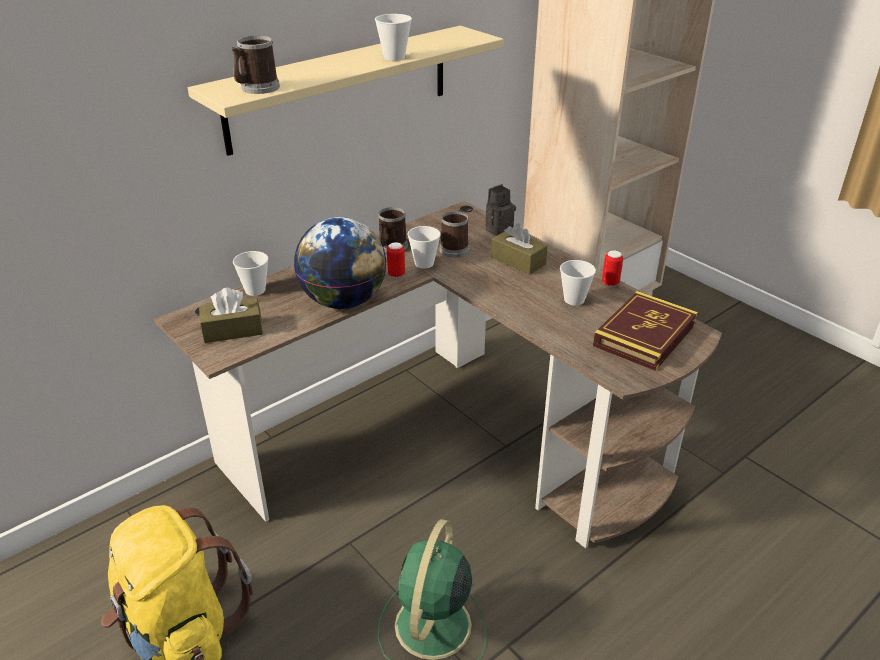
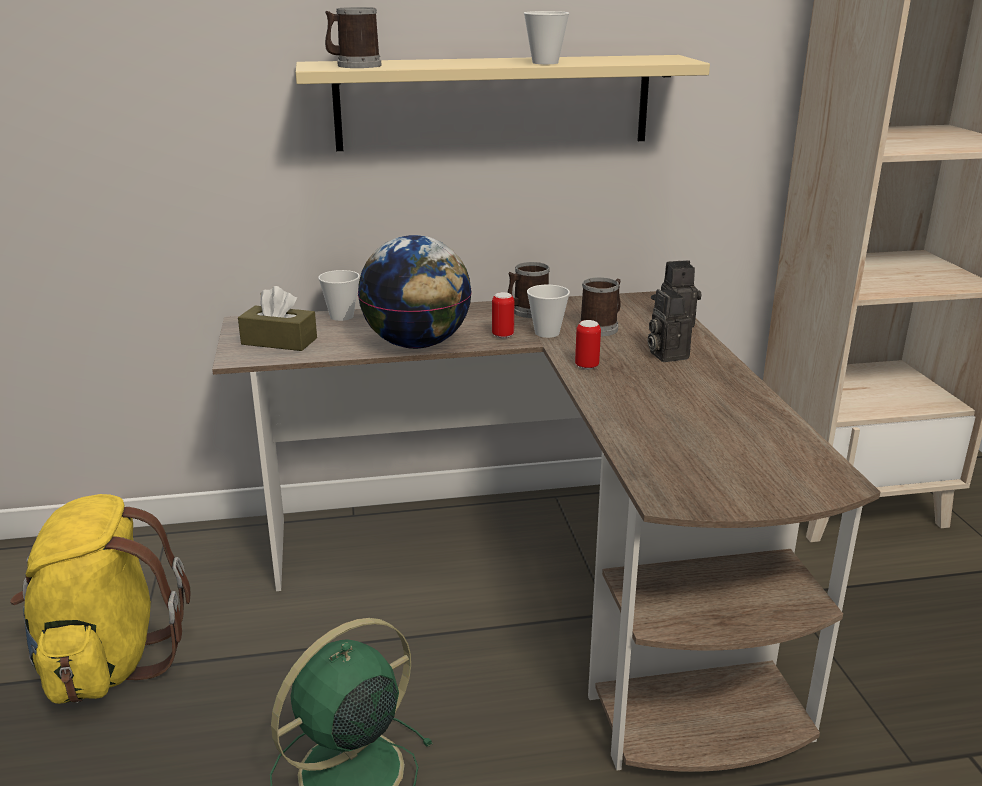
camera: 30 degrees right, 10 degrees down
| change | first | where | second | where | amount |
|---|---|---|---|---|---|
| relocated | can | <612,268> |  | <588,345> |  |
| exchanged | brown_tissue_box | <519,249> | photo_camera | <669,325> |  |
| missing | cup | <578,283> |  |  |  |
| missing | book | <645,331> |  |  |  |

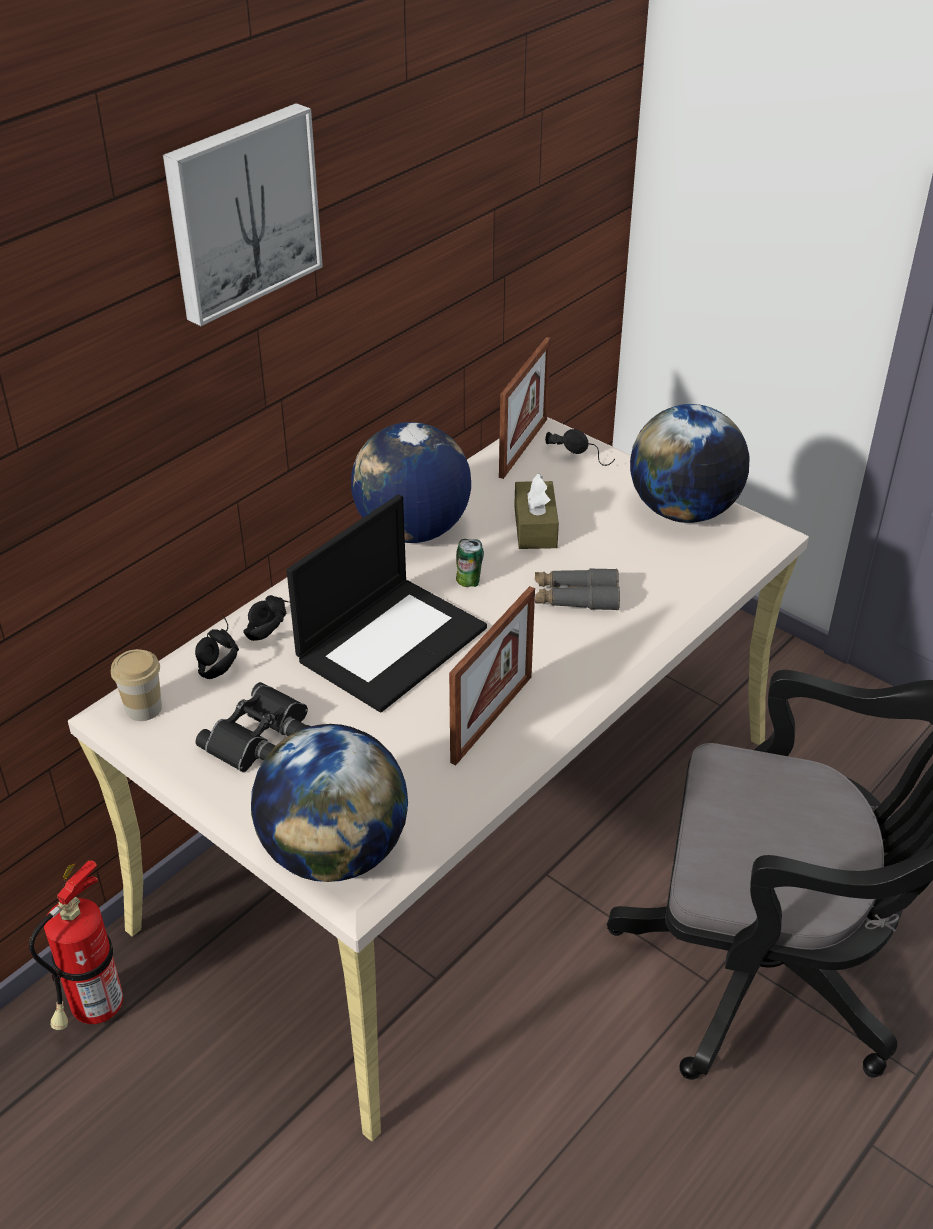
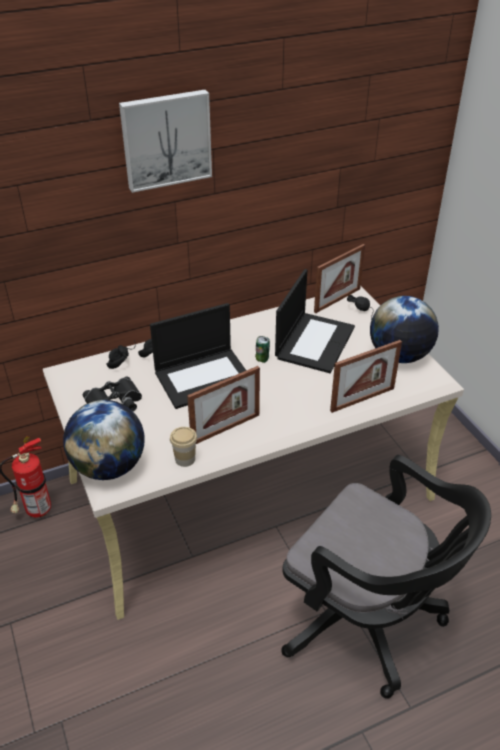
camera: 25 degrees right, 0 degrees up
| change | first | where | second | where | amount |
|---|---|---|---|---|---|
| relocated | cup | <136,685> |  | <183,447> |  |
| exchanged | brown_tissue_box | <536,511> | laptop | <315,321> |  |
| appeared |  |  | picture_frame | <366,376> |  |
| missing | globe | <411,482> |  |  |  |
| missing | grey_binoculars | <577,589> |  |  |  |

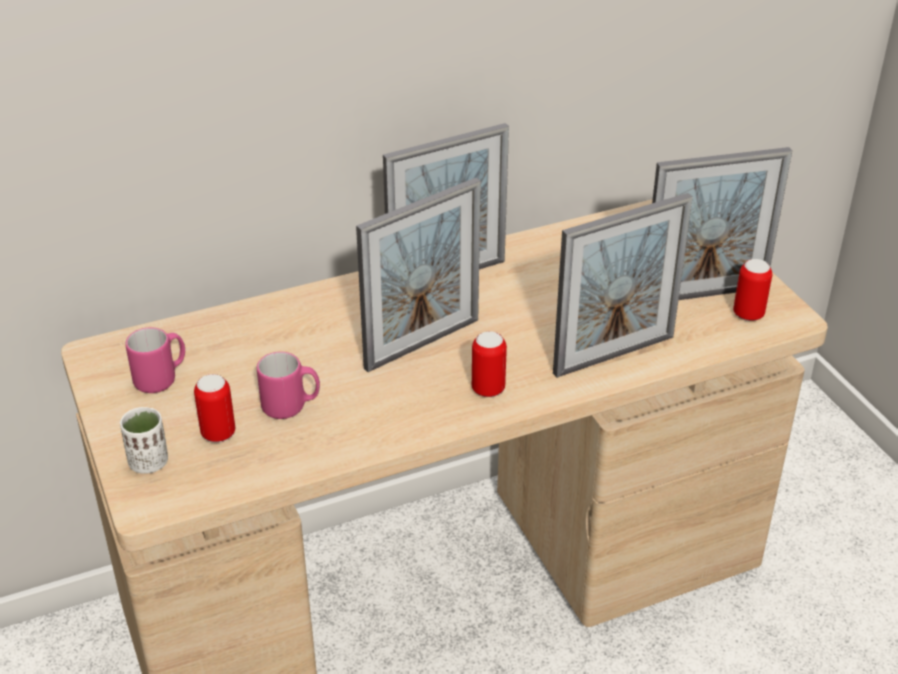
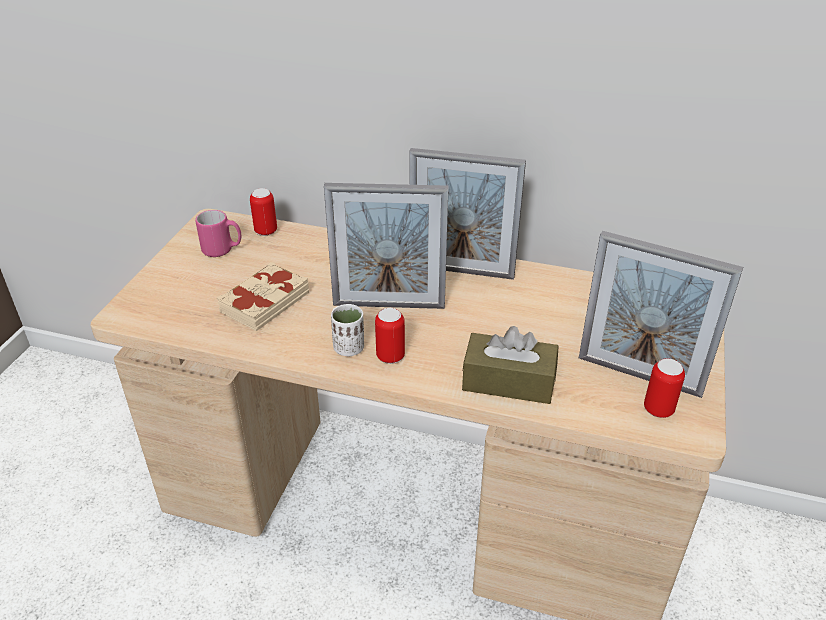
camera: 40 degrees right, 0 degrees up
| change | first | where | second | where | amount |
|---|---|---|---|---|---|
| exchanged | pink_mug | <288,385> | beige_book | <263,296> |  |
| relocated | can | <214,408> |  | <263,212> |  |
| relocated | white_cup | <144,440> |  | <347,330> |  |
| exchanged | picture_frame | <623,285> | brown_tissue_box | <510,365> |  |

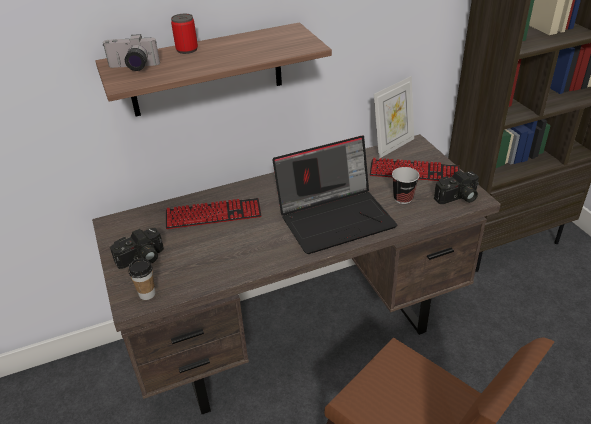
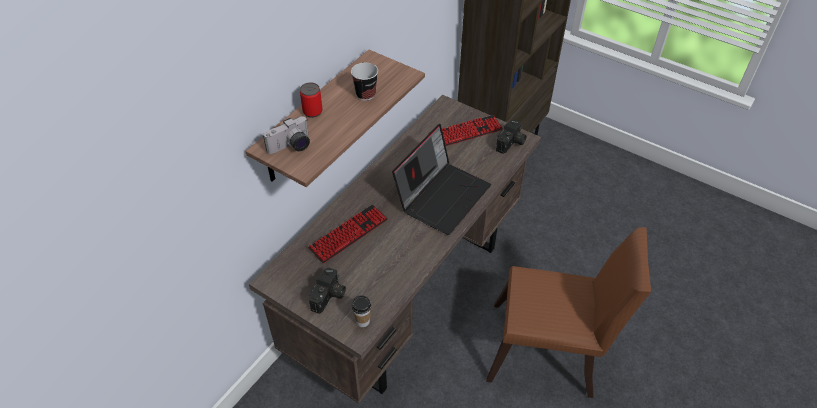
camera: 35 degrees left, 10 degrees up
| change | first | where | second | where | amount |
|---|---|---|---|---|---|
| relocated | cup | <405,185> |  | <364,82> |  |
| missing | picture_frame | <394,117> |  |  |  |

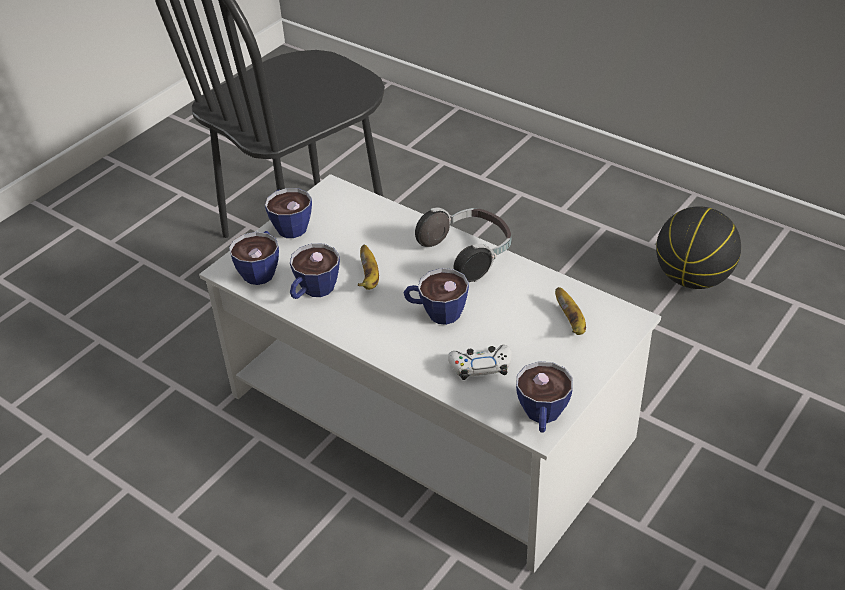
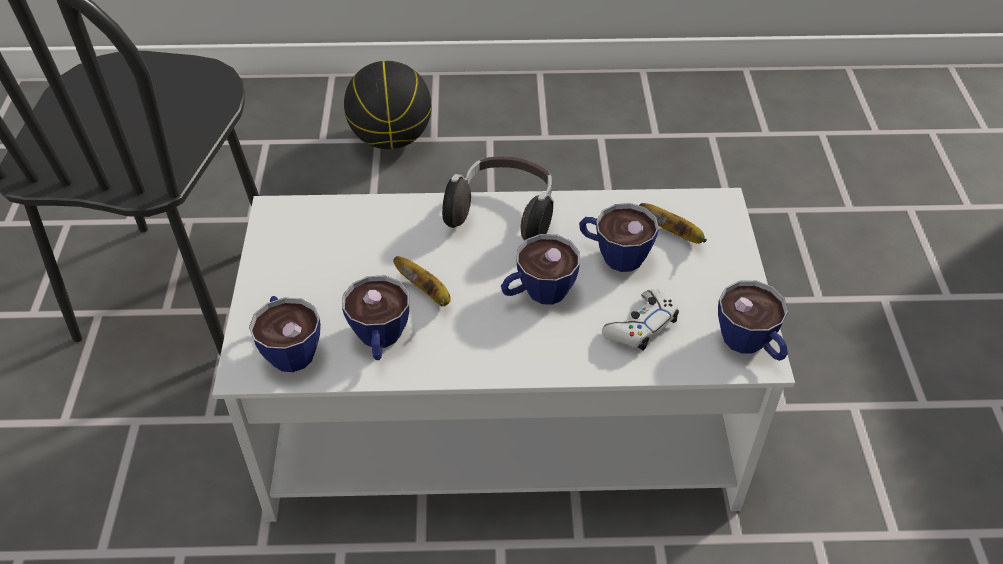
camera: 40 degrees left, 5 degrees up
| change | first | where | second | where | amount |
|---|---|---|---|---|---|
| relocated | basketball | <698,247> |  | <388,105> |  |
| relocated | cup | <288,213> |  | <619,237> |  |

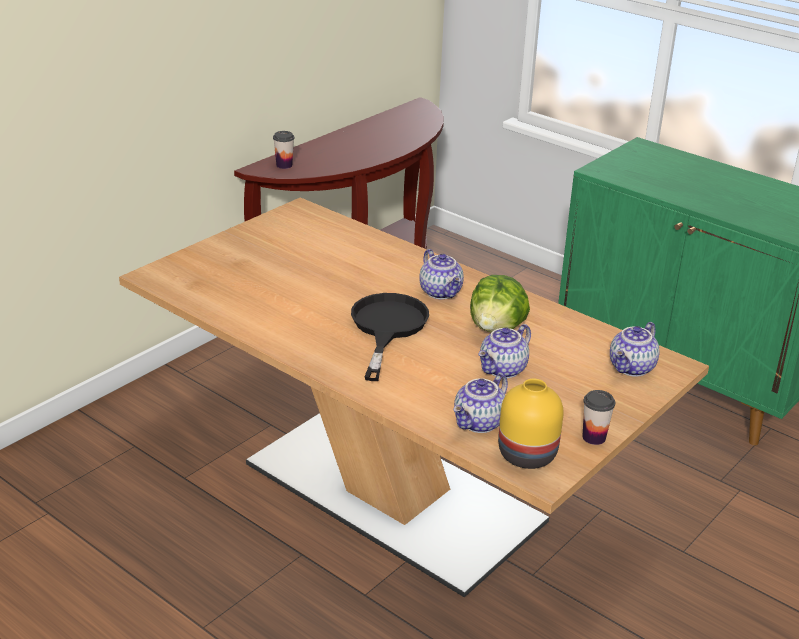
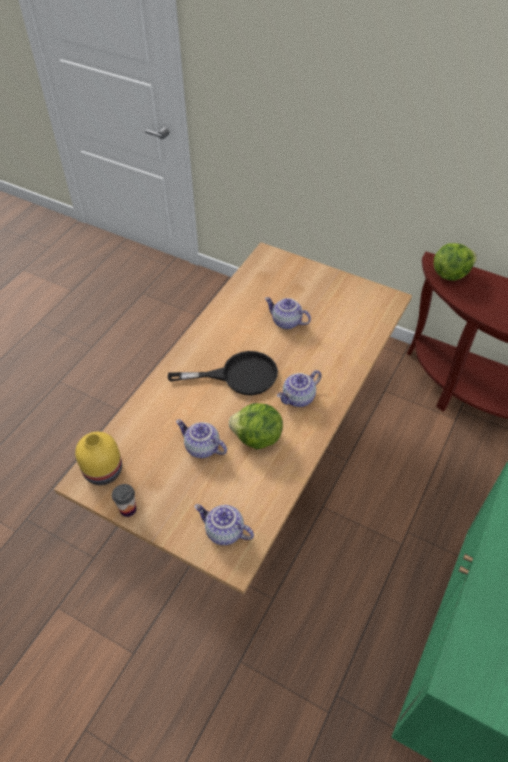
camera: 80 degrees right, 20 degrees up
| change | first | where | second | where | amount |
|---|---|---|---|---|---|
| relocated | teapot | <480,403> |  | <288,313> |  |
| exchanged | cup | <283,150> | lettuce | <455,262> |  |

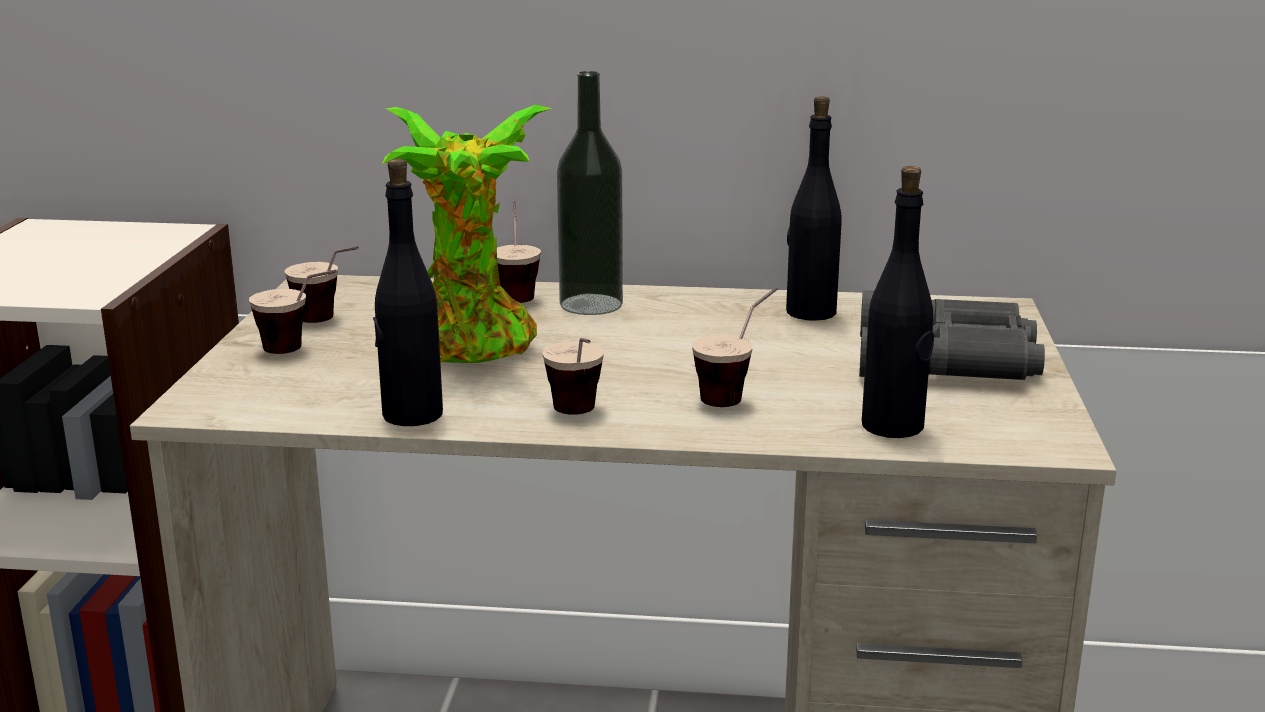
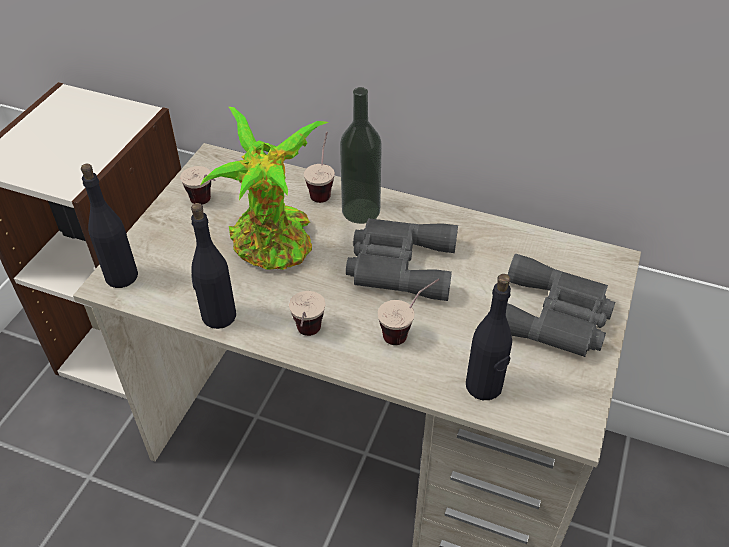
camera: 15 degrees right, 25 degrees up
| change | first | where | second | where | amount |
|---|---|---|---|---|---|
| relocated | black_bottle | <814,208> |  | <109,226> |  |
| appeared |  |  | grey_binoculars | <402,259> |  |
| missing | cup | <293,312> |  |  |  |

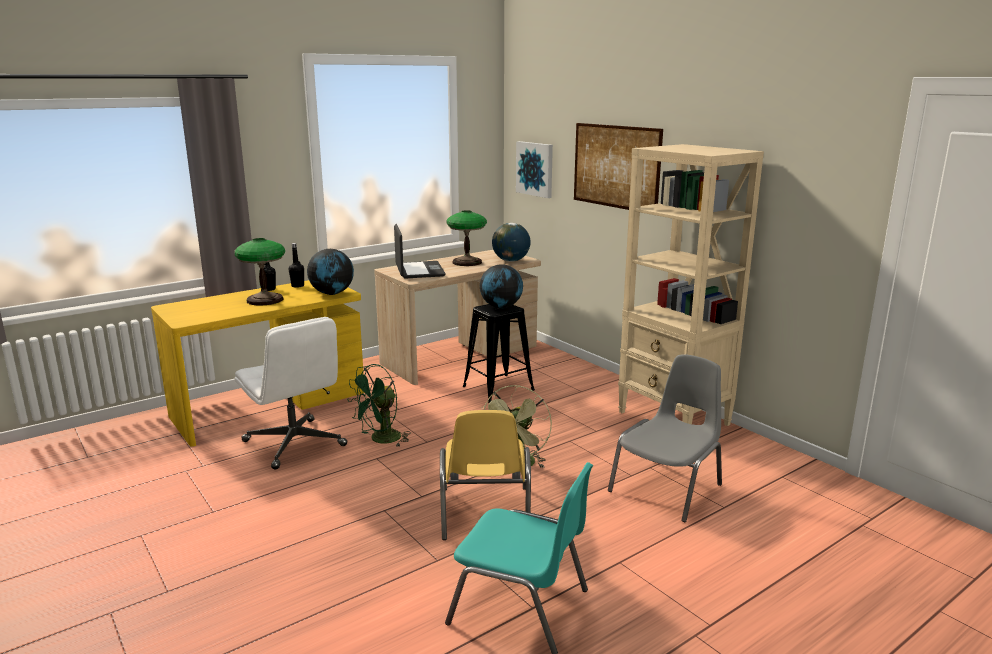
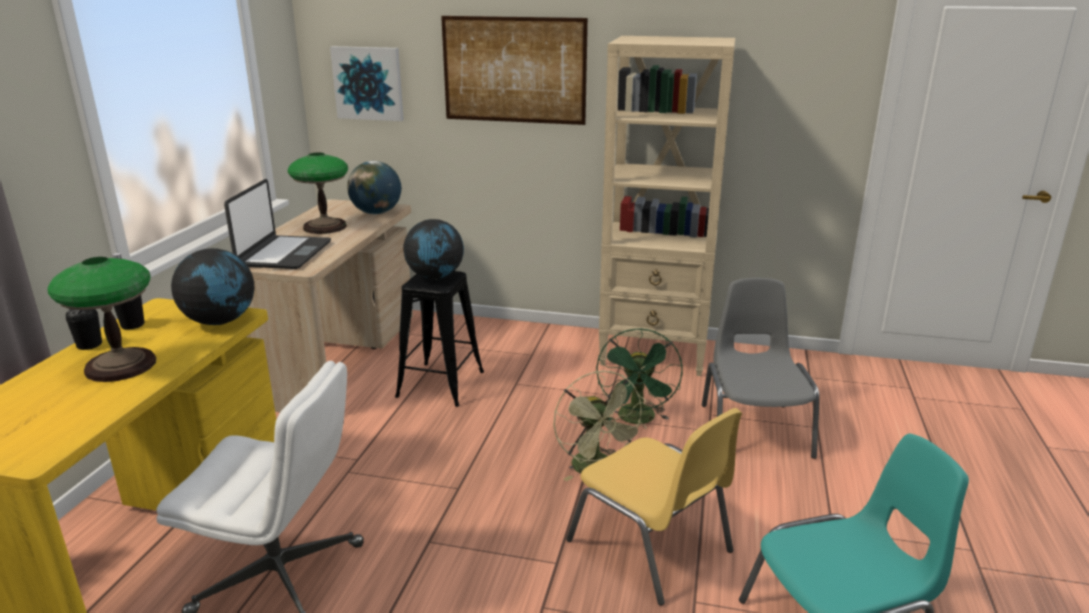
camera: 40 degrees left, 5 degrees up
| change | first | where | second | where | amount |
|---|---|---|---|---|---|
| spun | laptop | <420,251> |  | <277,224> | 60 degrees clockwise |
| relocated | green_fan | <378,405> |  | <639,376> |  |

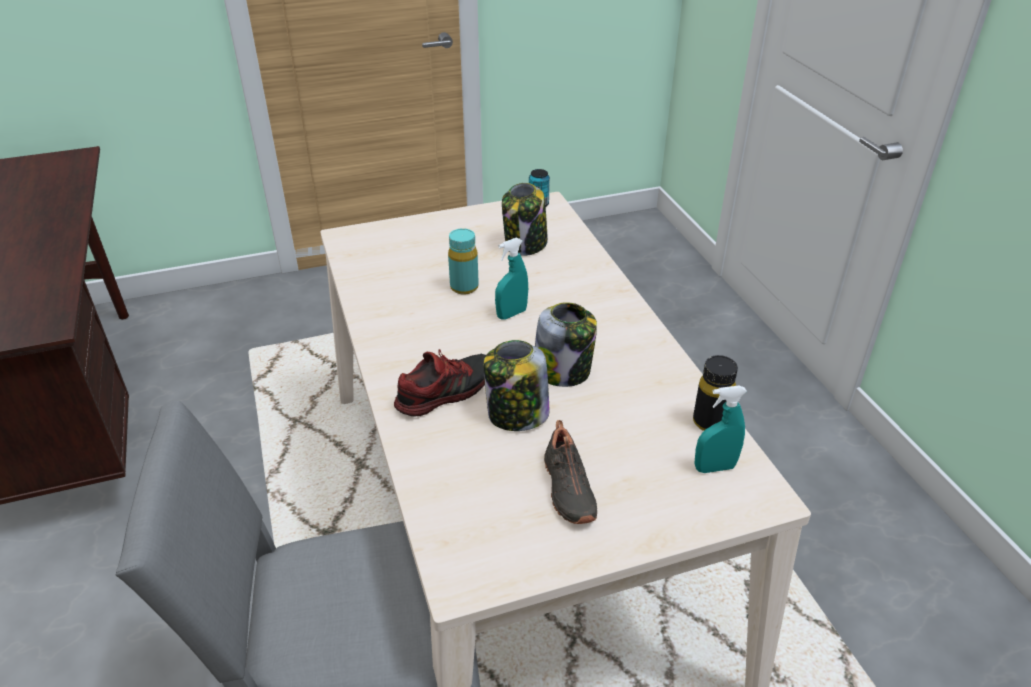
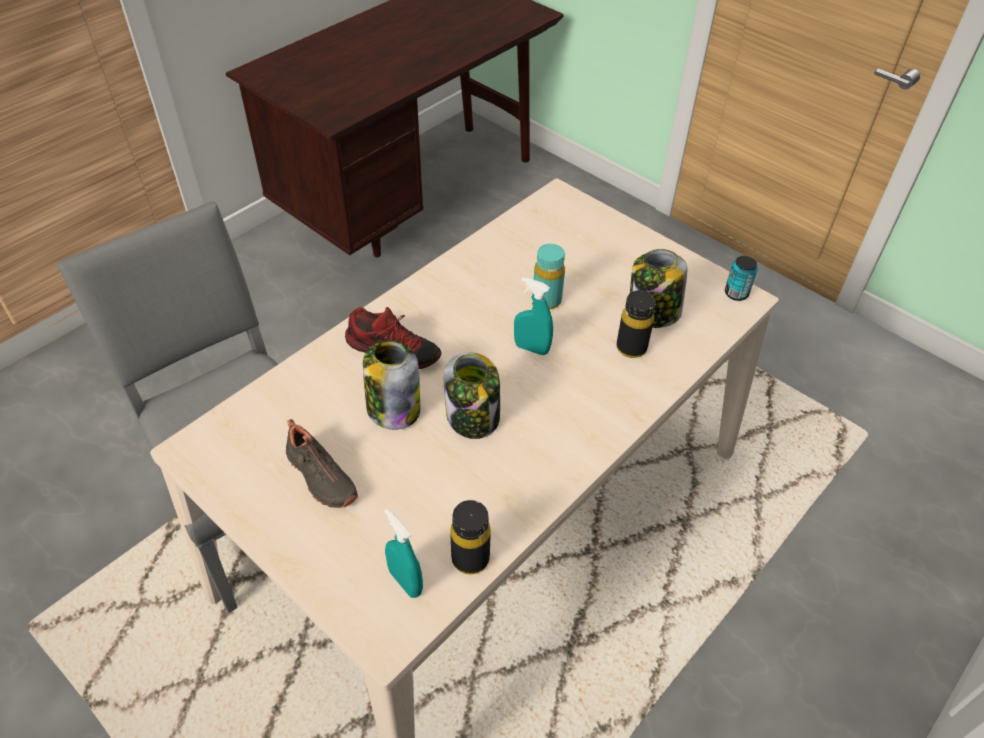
camera: 60 degrees right, 10 degrees up
| change | first | where | second | where | amount |
|---|---|---|---|---|---|
| spun | black_shoe | <570,472> |  | <322,463> | 90 degrees counterclockwise |
| appeared |  |  | black_bottle | <636,324> |  |

